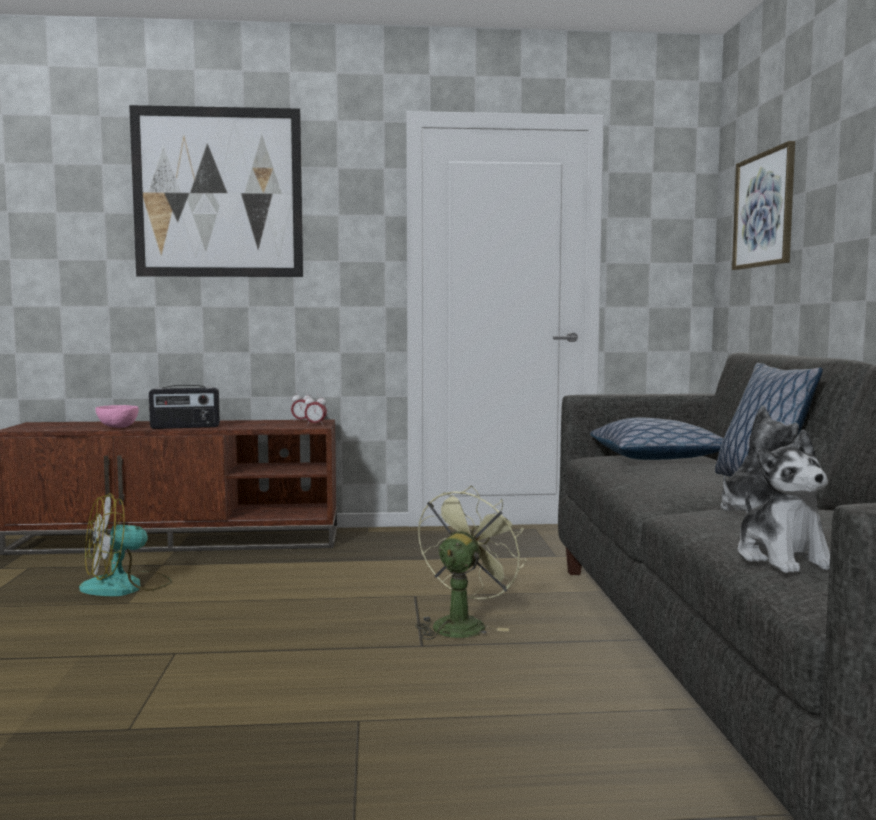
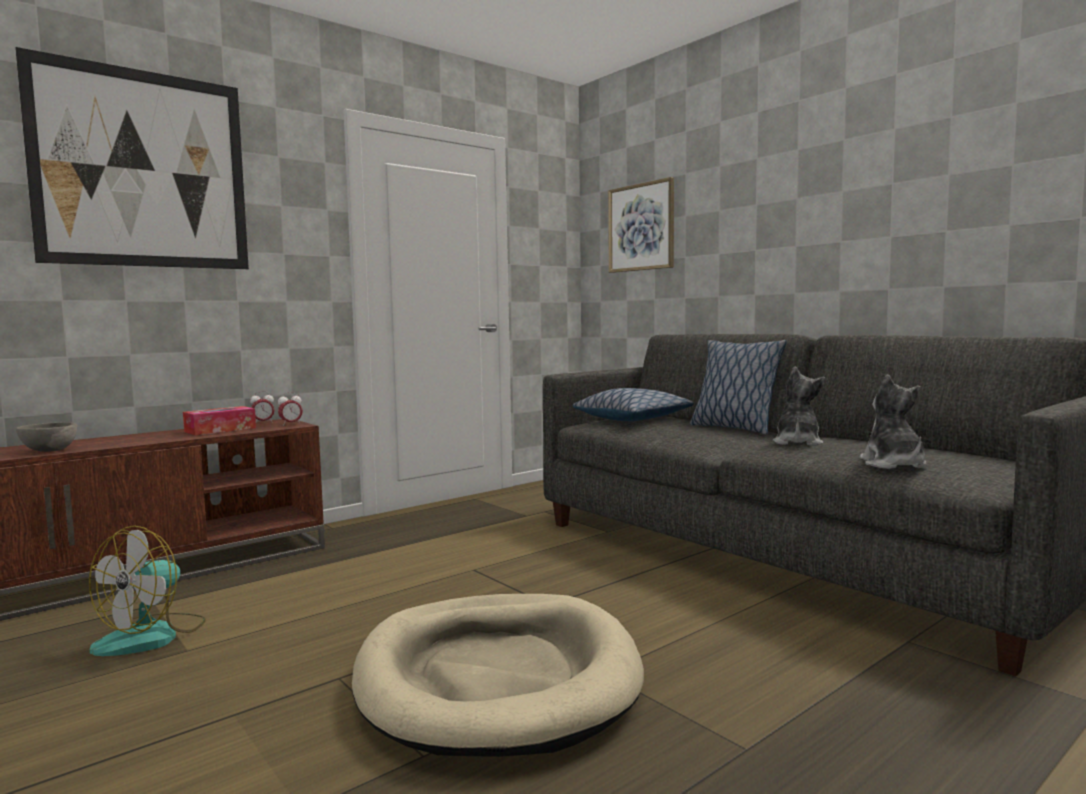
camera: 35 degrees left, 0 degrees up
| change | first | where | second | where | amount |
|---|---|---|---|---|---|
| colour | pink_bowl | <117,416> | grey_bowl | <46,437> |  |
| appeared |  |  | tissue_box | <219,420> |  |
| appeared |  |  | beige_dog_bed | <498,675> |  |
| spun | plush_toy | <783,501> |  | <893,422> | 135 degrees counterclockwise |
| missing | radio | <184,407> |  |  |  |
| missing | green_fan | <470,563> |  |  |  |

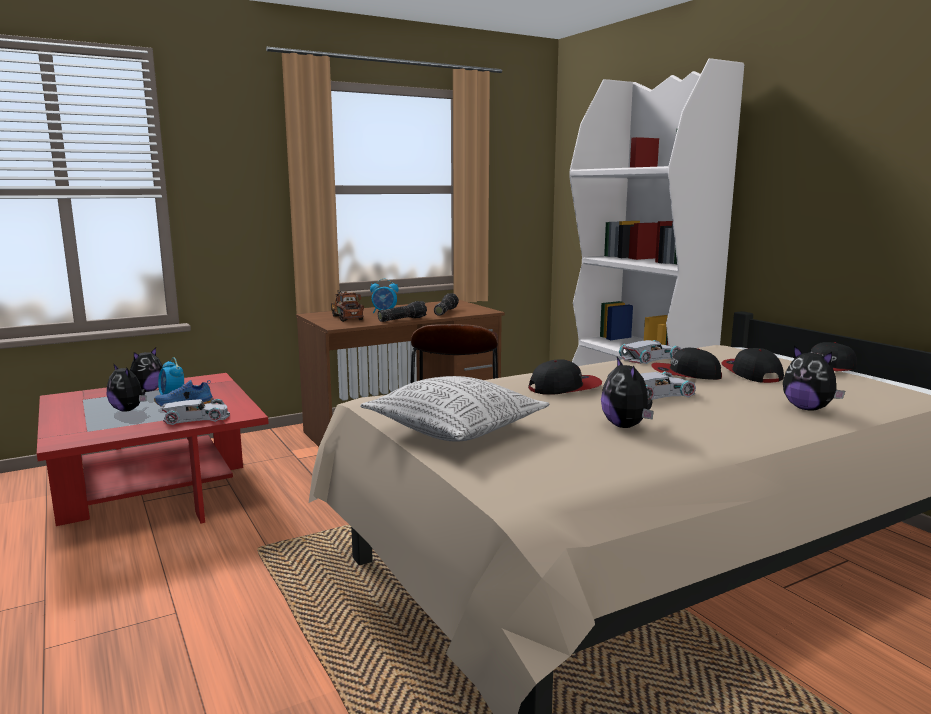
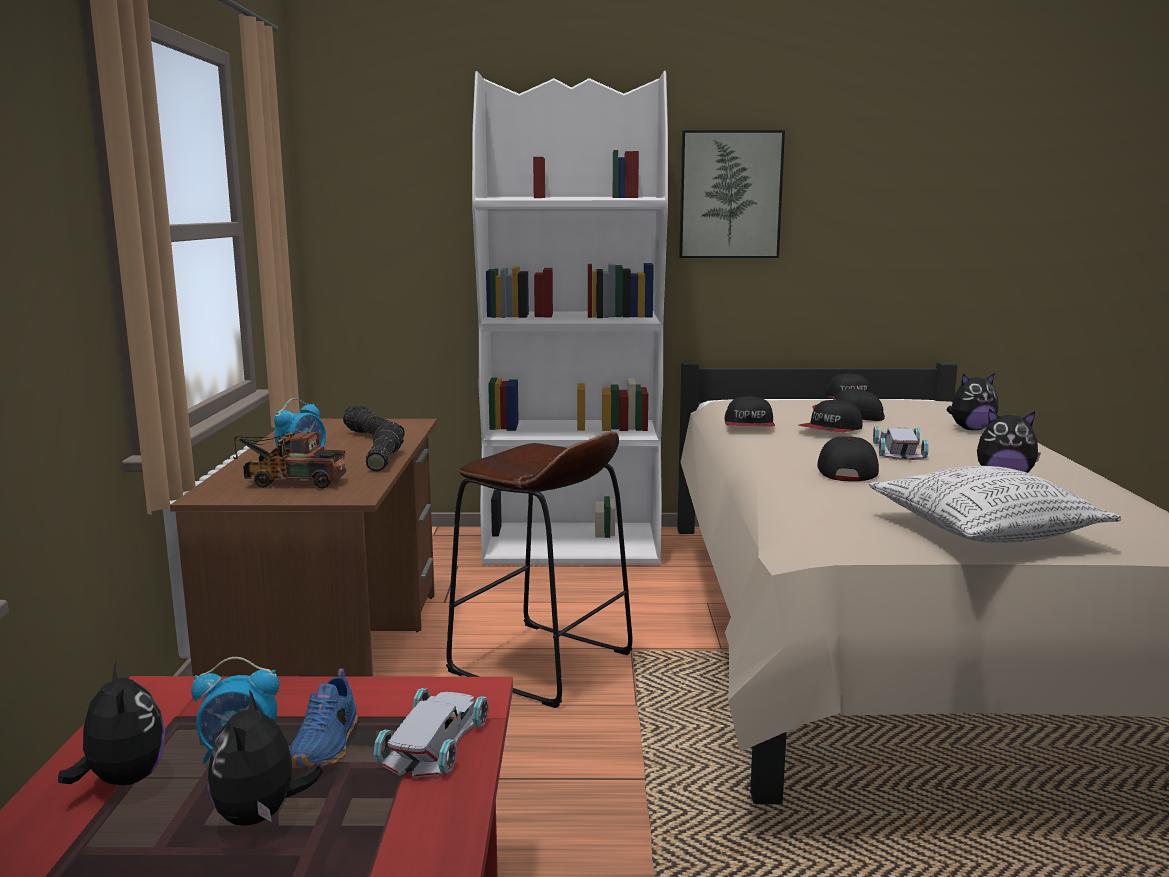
camera: 60 degrees left, 0 degrees up
| change | first | where | second | where | amount |
|---|---|---|---|---|---|
| spun | plush_toy | <127,387> |  | <265,757> | 105 degrees clockwise |
| appeared |  |  | picture | <732,194> |  |
| exchanged | white_toy_car | <650,352> | cap | <750,410> |  |

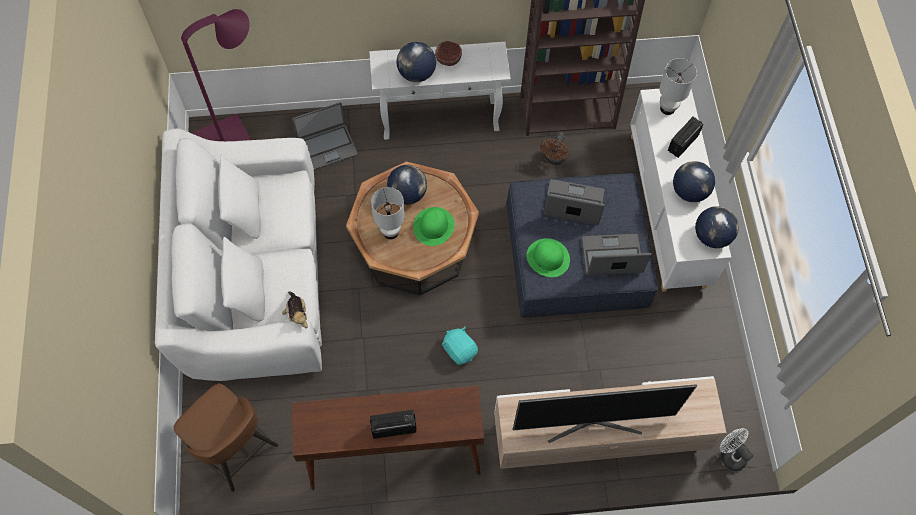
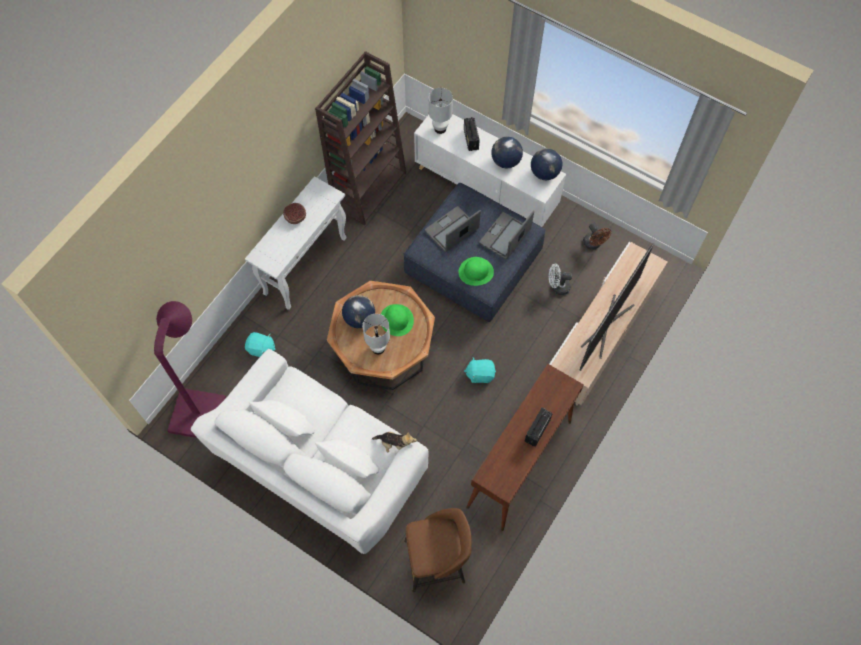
camera: 50 degrees left, 0 degrees up
| change | first | where | second | where | amount |
|---|---|---|---|---|---|
| exchanged | laptop | <325,136> | turquoise_plush_toy | <260,344> |  |
| relocated | white_fan | <736,449> |  | <560,279> |  |
| relocated | brown_fan | <554,148> |  | <597,236> |  |
| missing | globe | <416,62> |  |  |  |

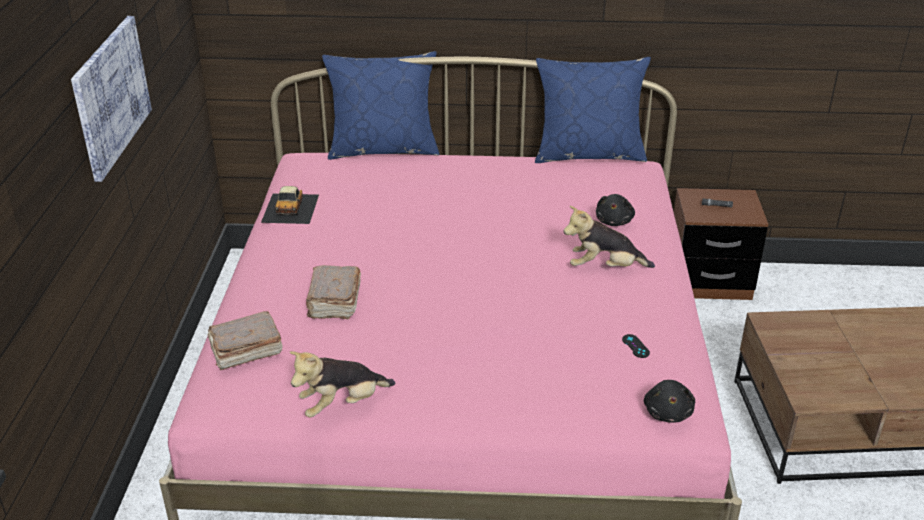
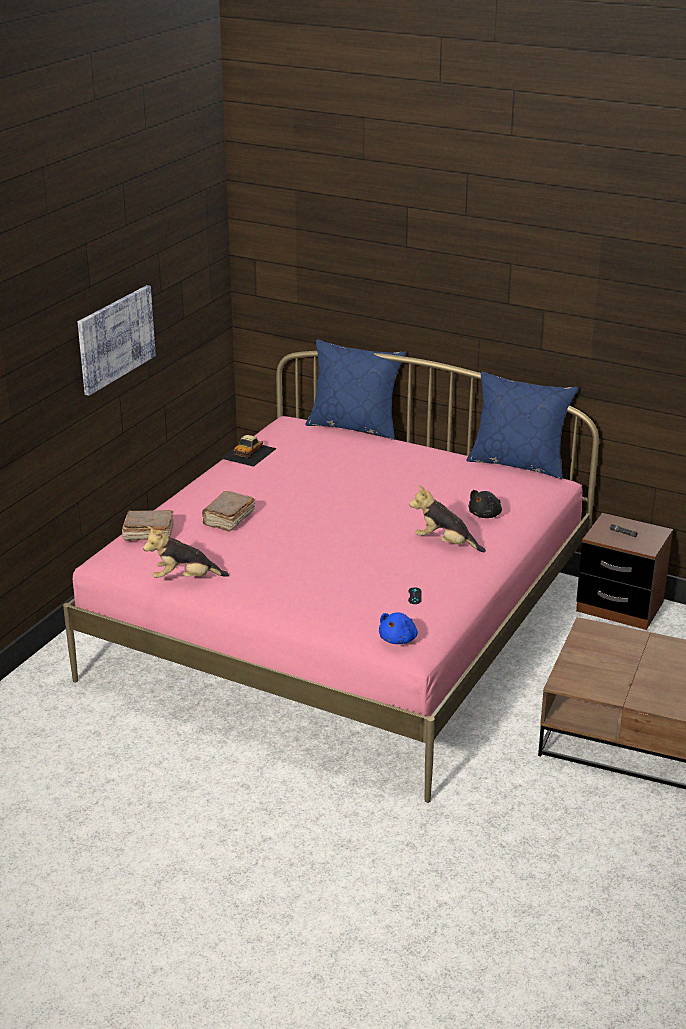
camera: 25 degrees right, 5 degrees down
| change | first | where | second | where | amount |
|---|---|---|---|---|---|
| colour | black_plush_toy | <669,401> | blue_plush_toy | <398,628> |  |

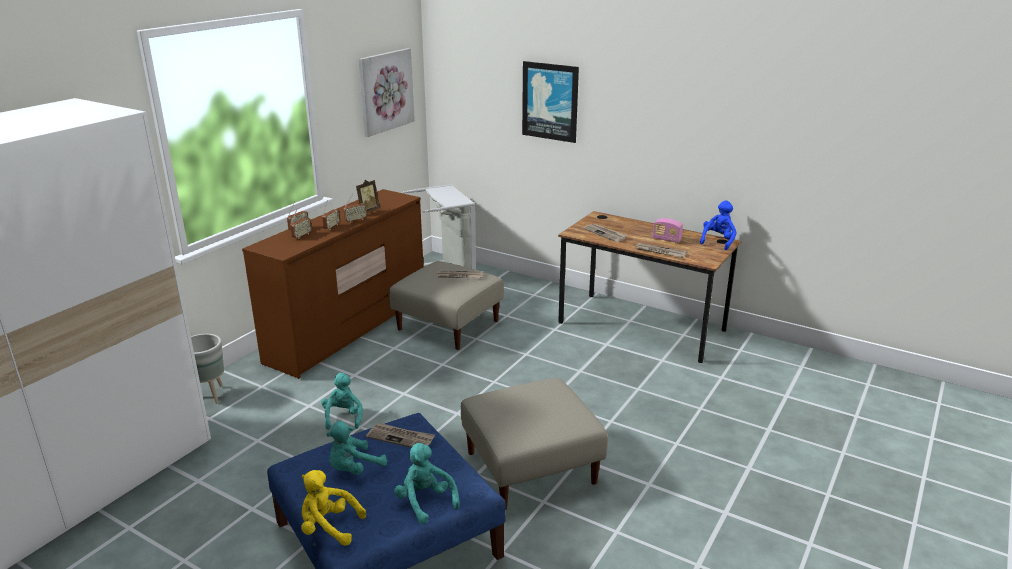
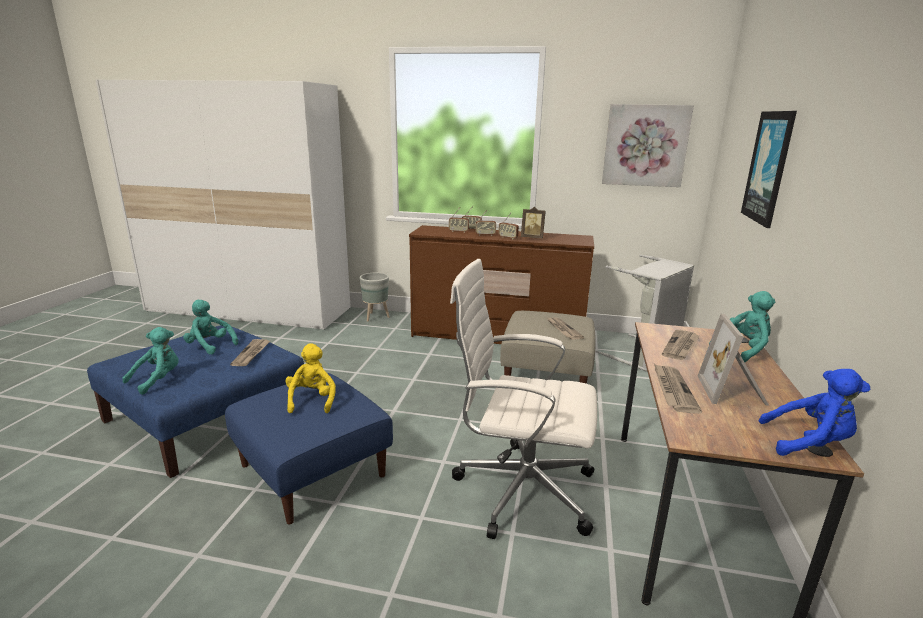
camera: 70 degrees right, 5 degrees down
| change | first | where | second | where | amount |
|---|---|---|---|---|---|
| colour | beige_ottoman | <534,443> | blue_ottoman | <309,448> |  |
| relocated | yellow_plush_toy | <333,508> |  | <311,378> |  |
| appeared |  |  | white_office_chair | <523,399> |  |
| exchanged | radio | <668,230> | picture_frame | <733,359> |  |
| relocated | turquoise_plush_toy | <342,401> |  | <742,326> |  |

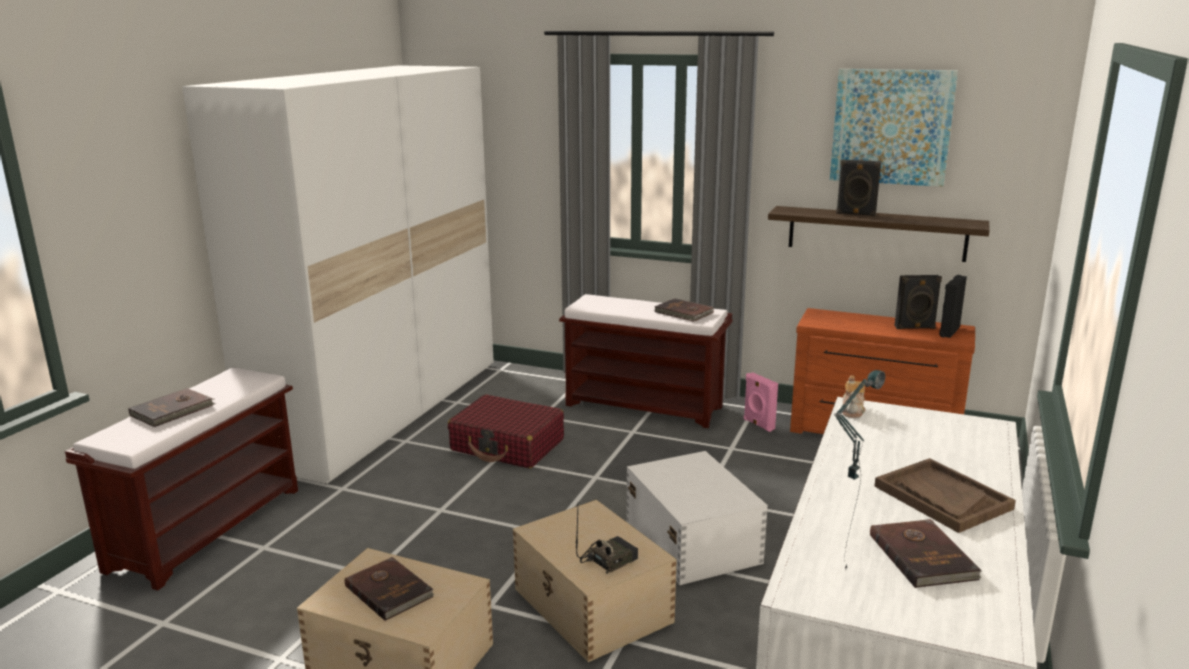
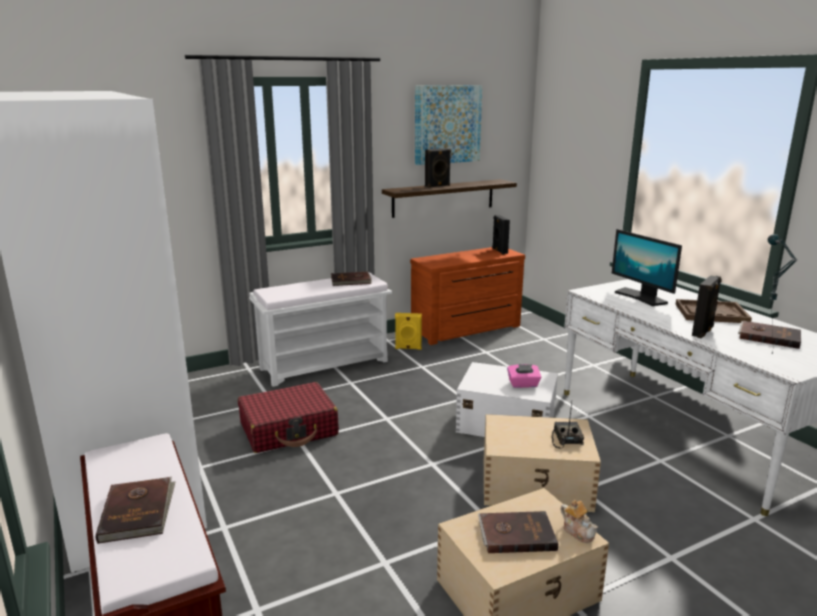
camera: 50 degrees left, 0 degrees up
| change | first | where | second | where | amount |
|---|---|---|---|---|---|
| colour | brown_bench | <645,361> | white_bench | <320,330> |  |
| colour | pink_speaker | <761,402> | yellow_speaker | <408,331> |  |
| appeared |  |  | pink_tissue_box | <524,376> |  |
| relocated | teapot | <853,396> |  | <579,521> |  |
| appeared |  |  | monitor | <647,267> |  |
| relocated | black_speaker | <918,302> |  | <707,306> |  |

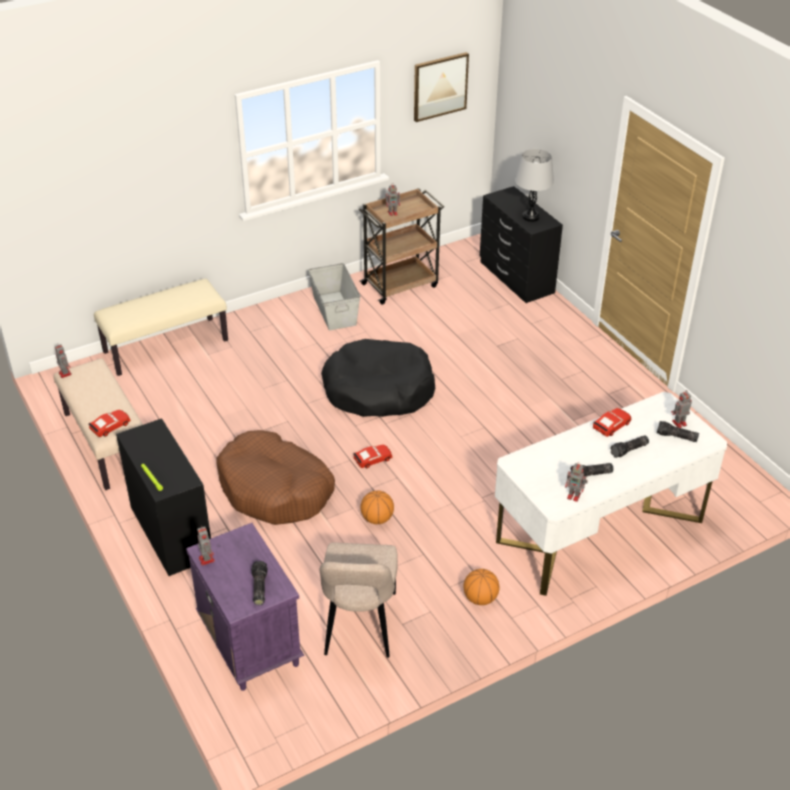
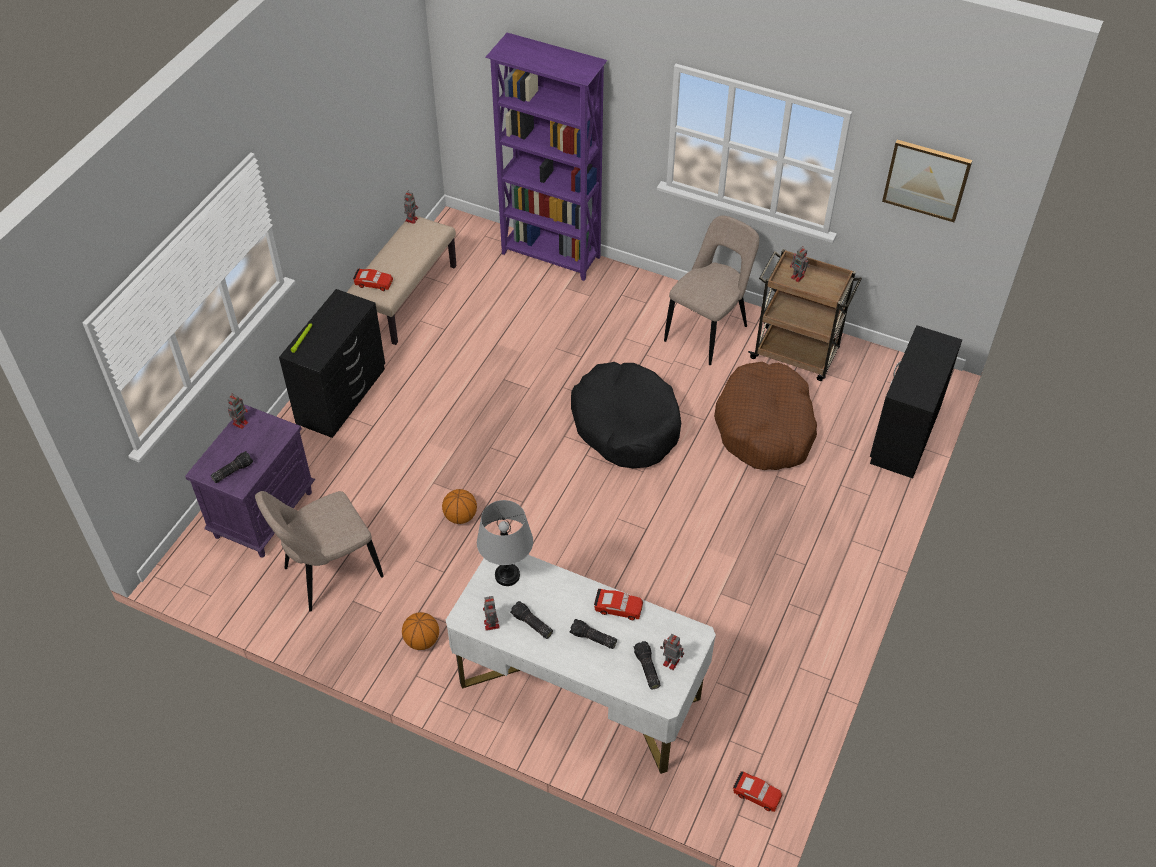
camera: 55 degrees right, 10 degrees up
| change | first | where | second | where | amount |
|---|---|---|---|---|---|
| relocated | grey_table_lamp | <534,185> |  | <505,543> |  |
| exchanged | beige_bench | <161,327> | purple_bookcase | <546,157> |  |
| exchanged | grey_storage_box | <334,296> | beige_chair | <711,290> |  |
| relocated | brown_dog_bed | <275,477> |  | <765,416> |  |
| relocated | red_toy_car | <372,456> |  | <757,791> |  |

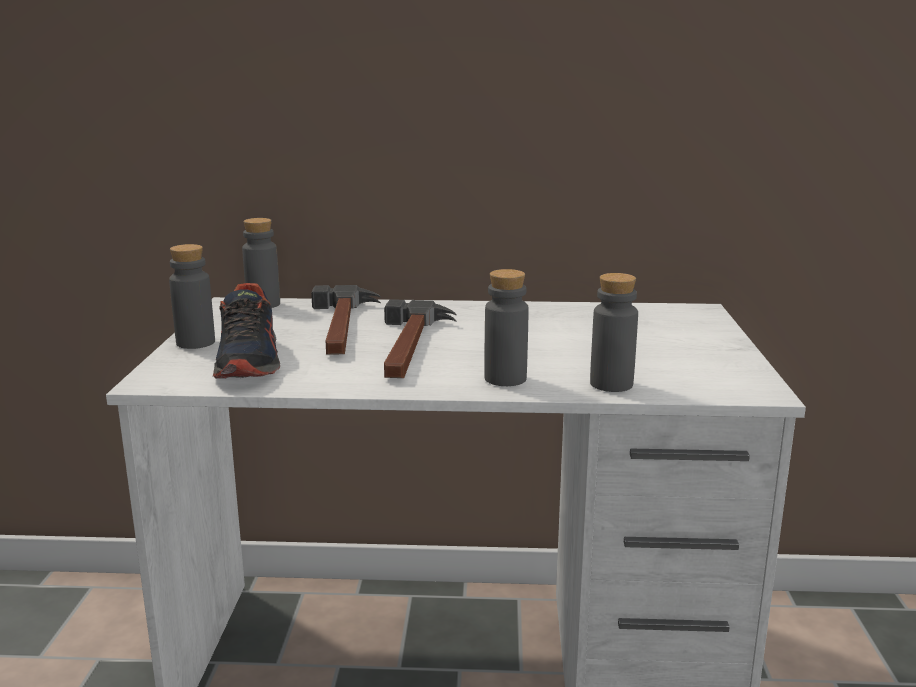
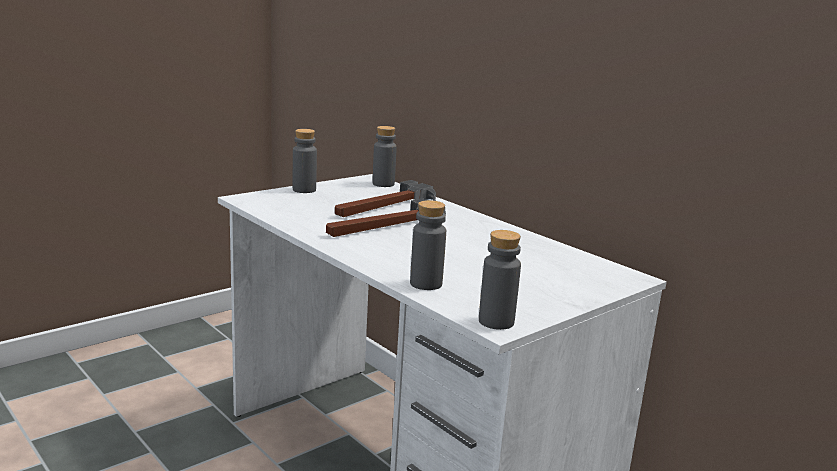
camera: 45 degrees right, 0 degrees up
| change | first | where | second | where | amount |
|---|---|---|---|---|---|
| relocated | grey_bottle | <506,327> |  | <500,280> |  |
| missing | shoe | <246,331> |  |  |  |

